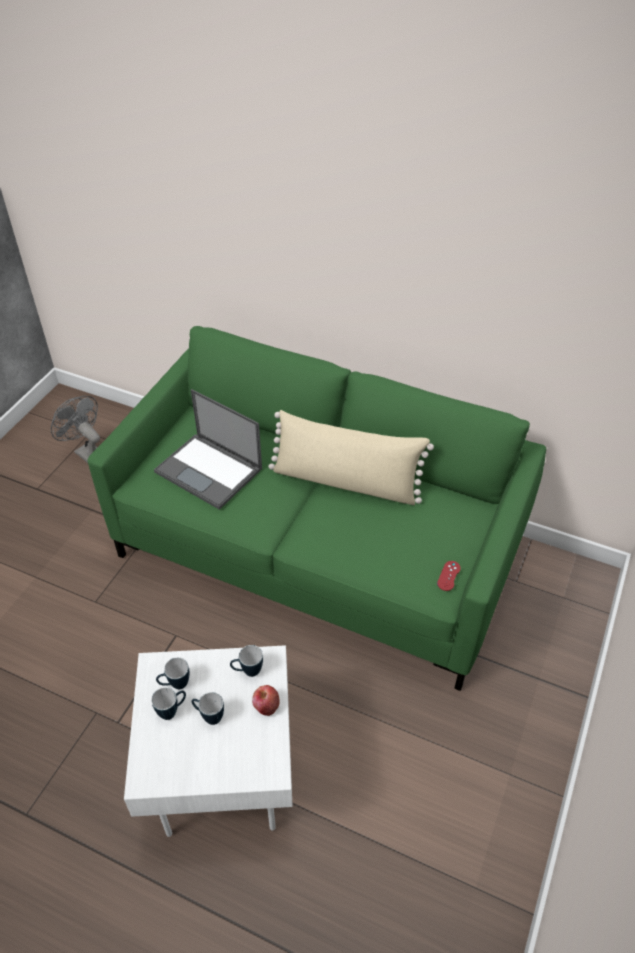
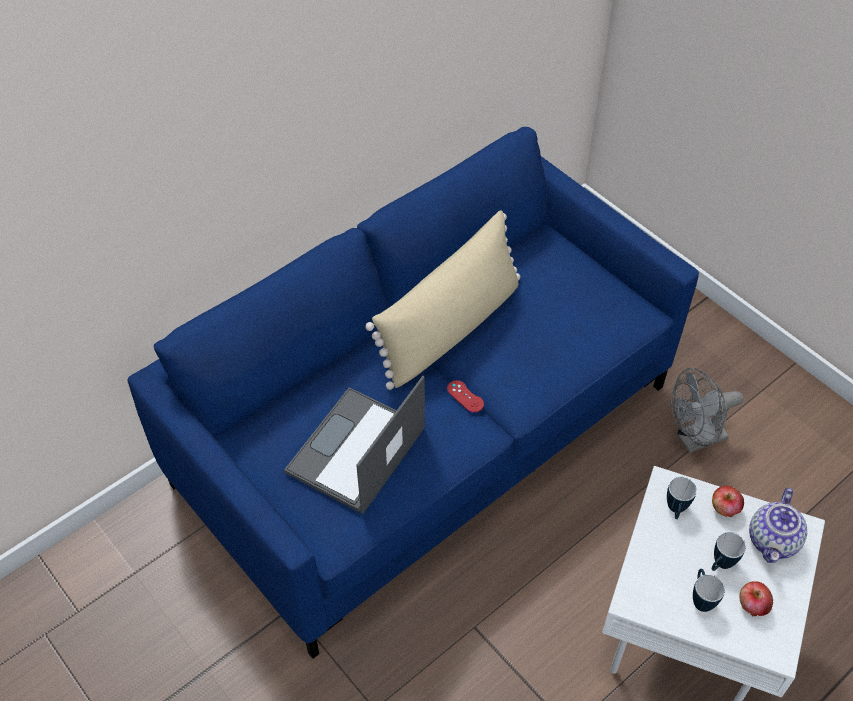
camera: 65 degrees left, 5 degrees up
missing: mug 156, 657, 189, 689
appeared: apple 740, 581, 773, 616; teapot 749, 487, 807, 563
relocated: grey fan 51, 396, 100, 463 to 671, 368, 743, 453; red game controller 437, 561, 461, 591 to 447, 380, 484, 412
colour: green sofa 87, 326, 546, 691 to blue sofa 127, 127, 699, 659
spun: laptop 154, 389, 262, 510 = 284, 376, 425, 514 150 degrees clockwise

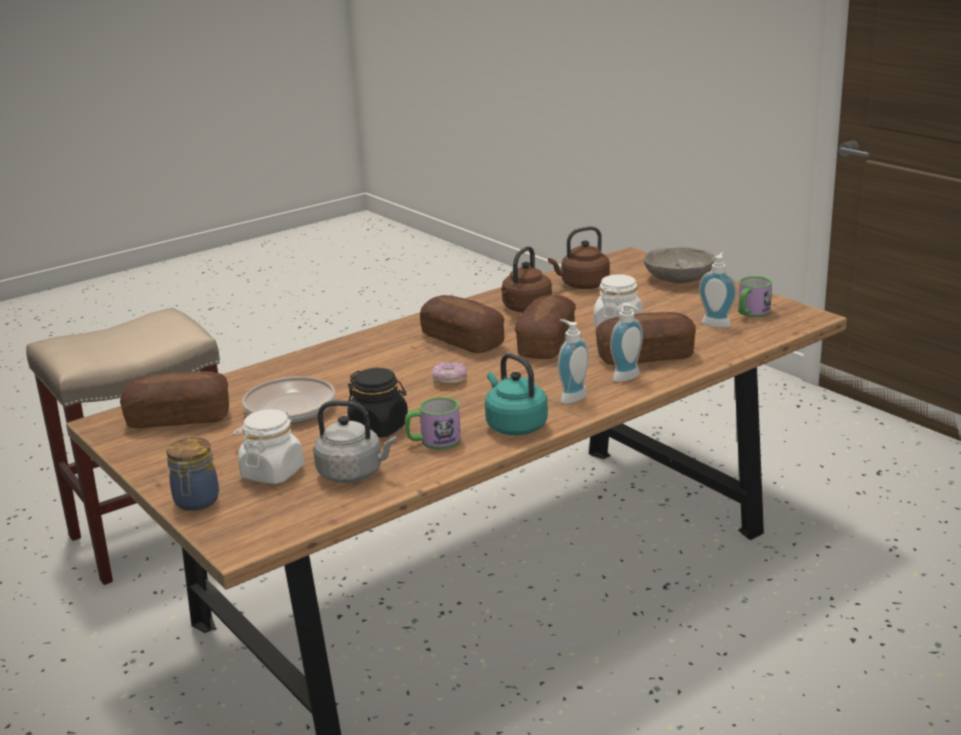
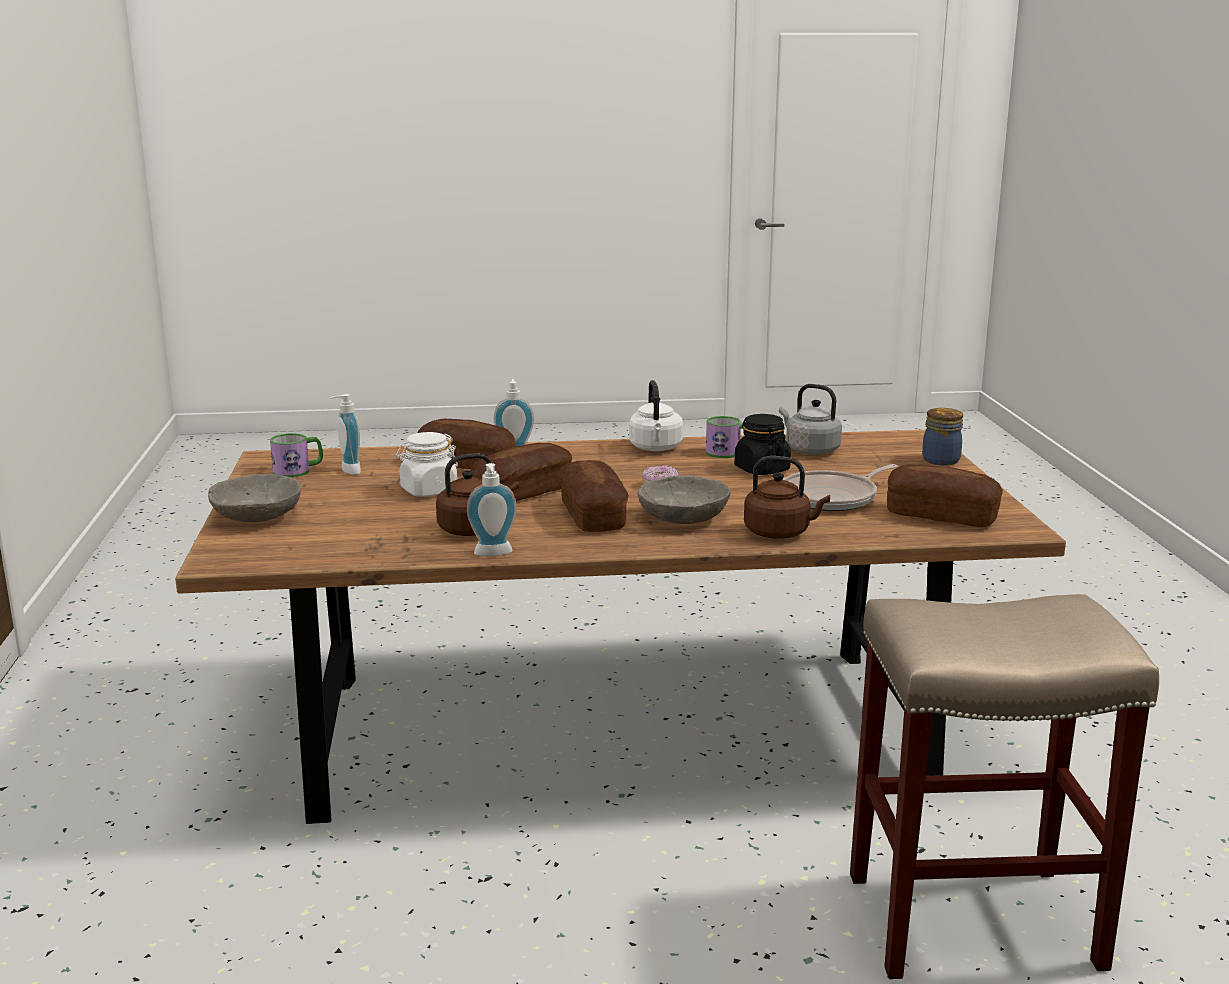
camera: 150 degrees left, 5 degrees down
missing: white jar 238, 409, 304, 484
appeared: grey bowl 637, 475, 731, 524
relocated: brown kettle 548, 226, 610, 289 to 744, 456, 830, 539; soap dispenser 558, 319, 589, 404 to 467, 463, 517, 556
colour: turquoise kettle 485, 353, 548, 435 to white kettle 629, 380, 683, 451

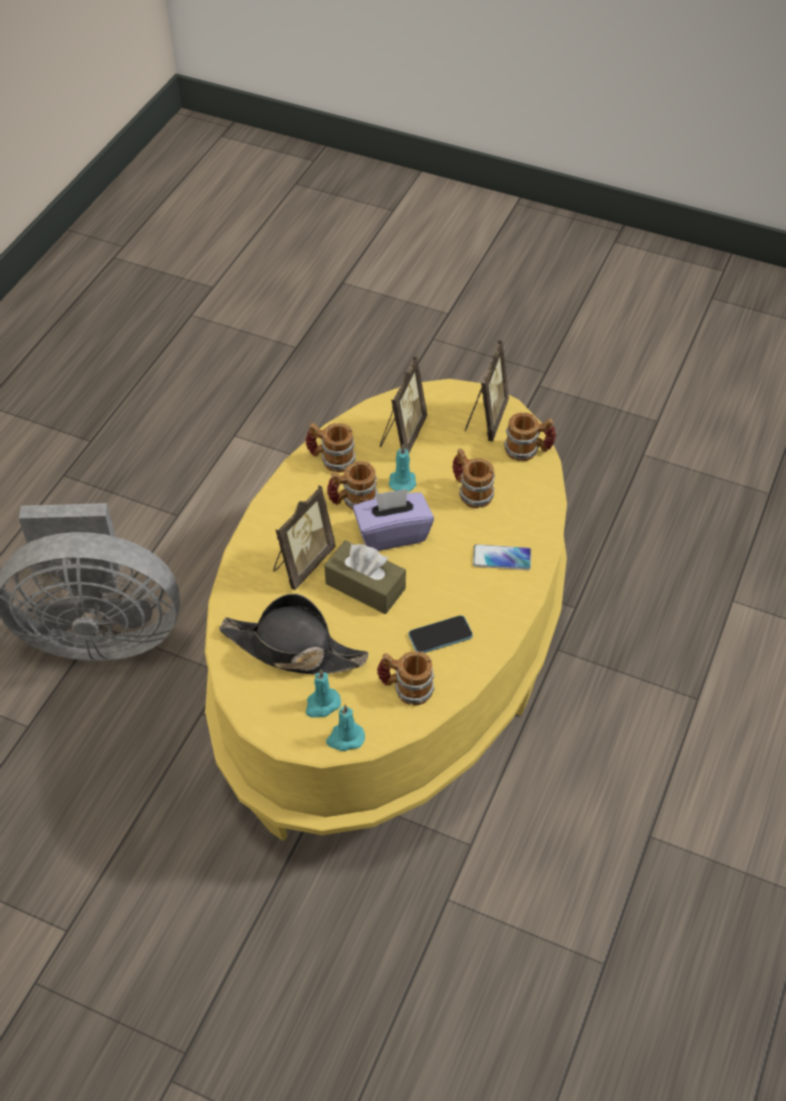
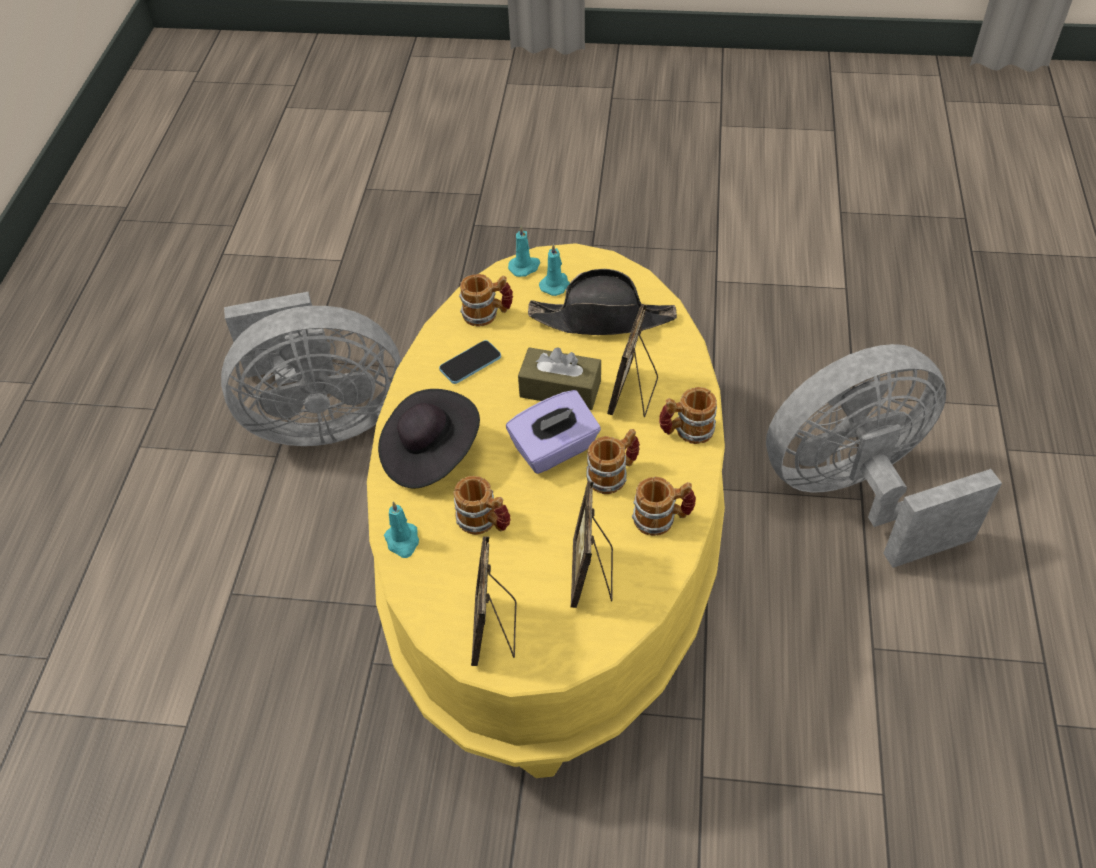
camera: 165 degrees right, 0 degrees up
appeared: grey fan 221, 292, 401, 446
relocated: turquoise candle 389, 445, 416, 492 to 384, 501, 419, 558; mug 504, 413, 556, 461 to 659, 387, 717, 444
exchanged: phone 473, 544, 531, 570 to black hat 378, 389, 480, 488

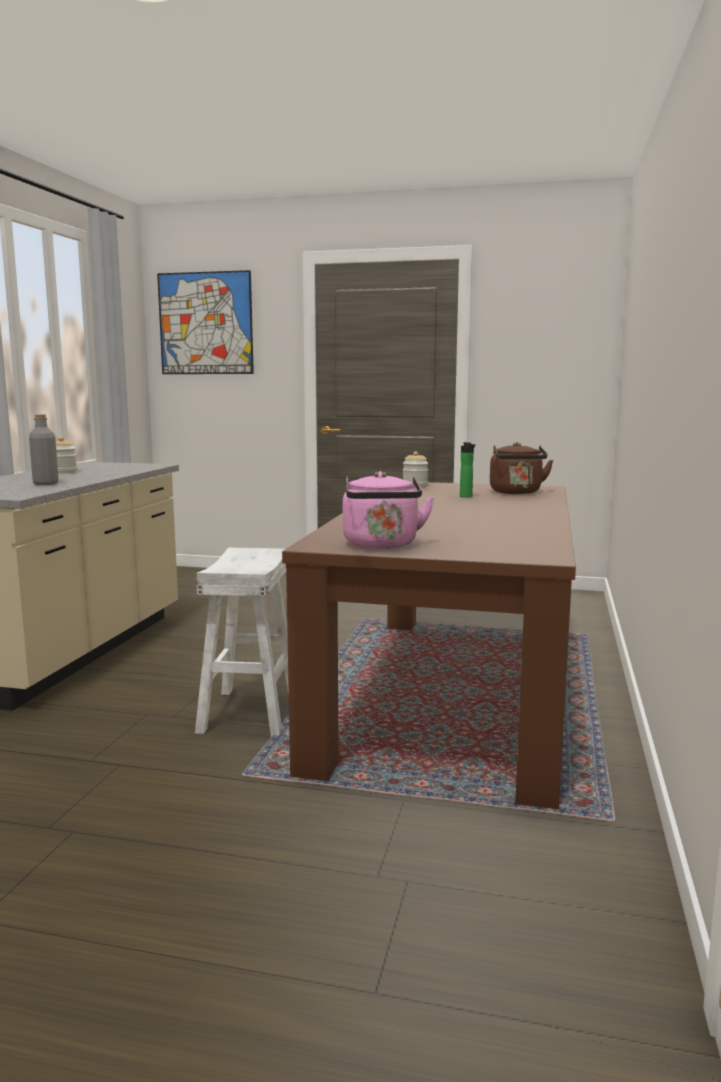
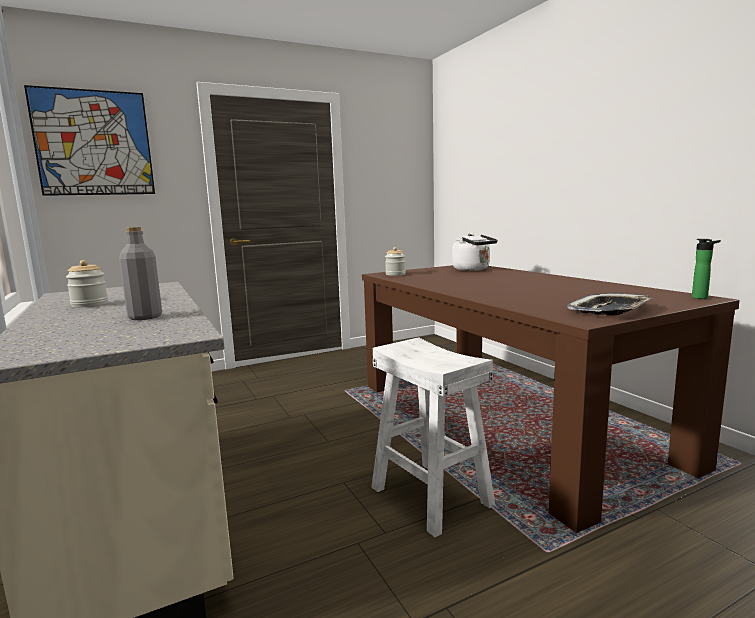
camera: 40 degrees left, 0 degrees up
relocated: bottle 460, 442, 475, 498 to 692, 239, 721, 299
exchanged: pink kettle 343, 471, 434, 549 to tray 567, 293, 653, 316
colour: brown kettle 490, 442, 553, 494 to white kettle 452, 233, 498, 271

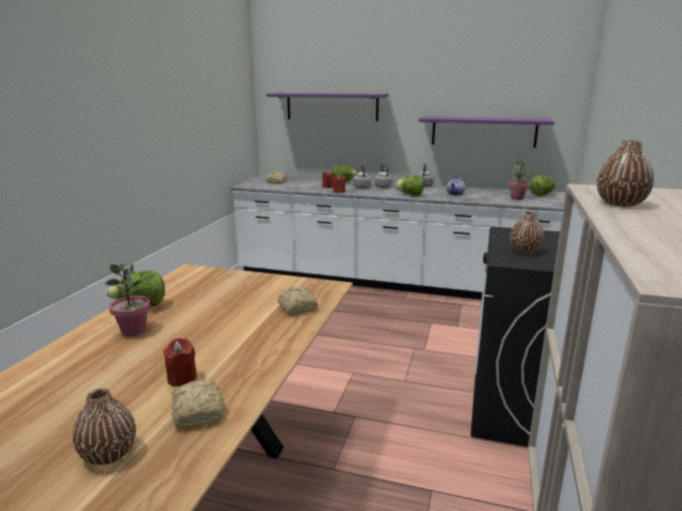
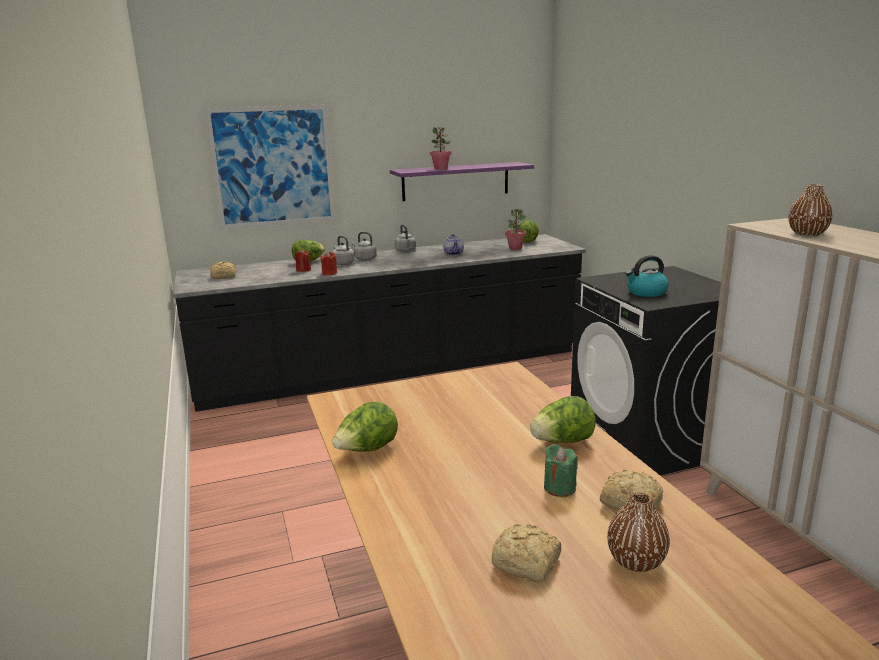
camera: 35 degrees left, 0 degrees up
relocated: potted plant 105, 263, 151, 336 to 430, 127, 451, 170; bread 278, 287, 318, 315 to 491, 524, 561, 583; lettuce 395, 175, 424, 195 to 530, 396, 596, 443
exchanged: purple shelf 266, 93, 389, 121 to picture 205, 105, 335, 230; brown vase 510, 211, 544, 254 to kettle 625, 255, 669, 297
colour: red candle 163, 338, 197, 387 to green candle 544, 444, 578, 497; white counter 230, 175, 566, 300 to black counter 173, 234, 586, 412

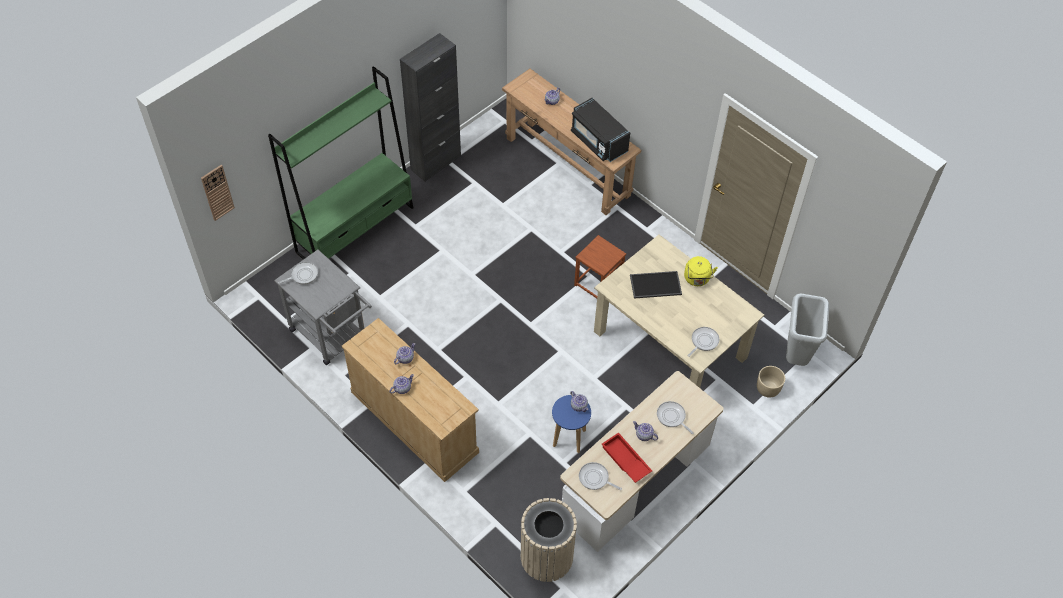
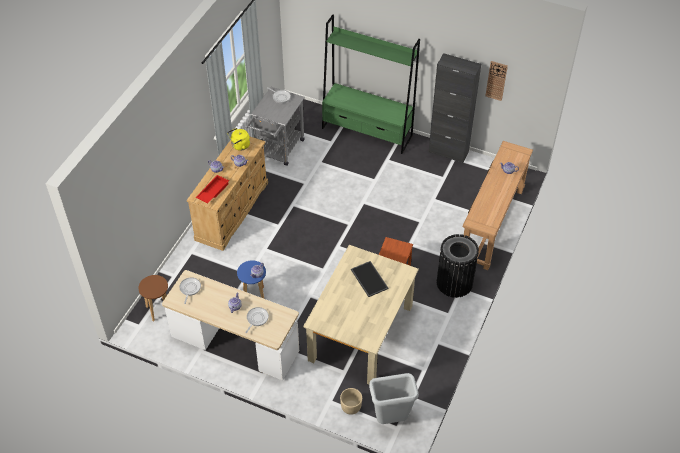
camera: 70 degrees right, 5 degrees down
missing: black microwave 571, 98, 630, 162; frying pan 687, 327, 719, 357
appeared: black trash can 437, 234, 479, 298
relocated: wall clock 201, 165, 235, 221 to 485, 61, 508, 101; red tray 602, 433, 652, 483 to 196, 175, 229, 204; yellow kettle 684, 256, 718, 286 to 227, 128, 250, 151
exchanged: beige trash can 521, 498, 577, 582 to brown stool 138, 275, 168, 321

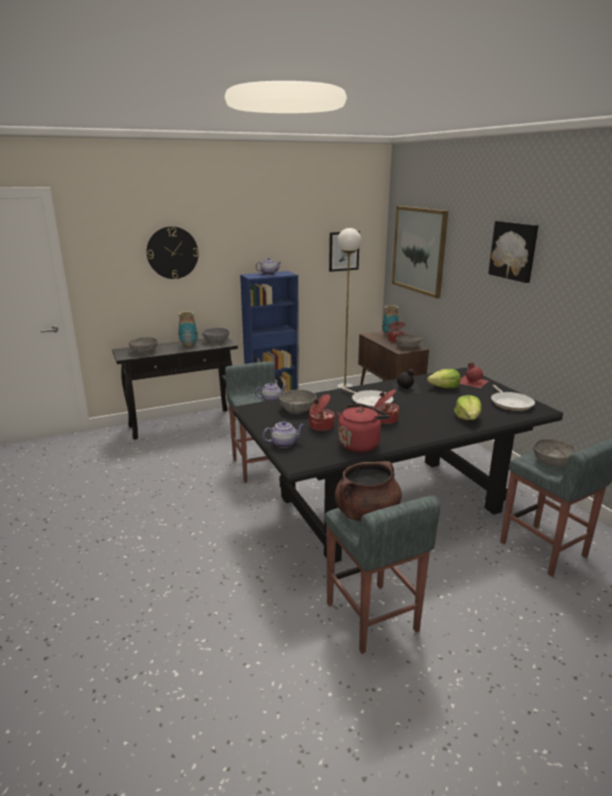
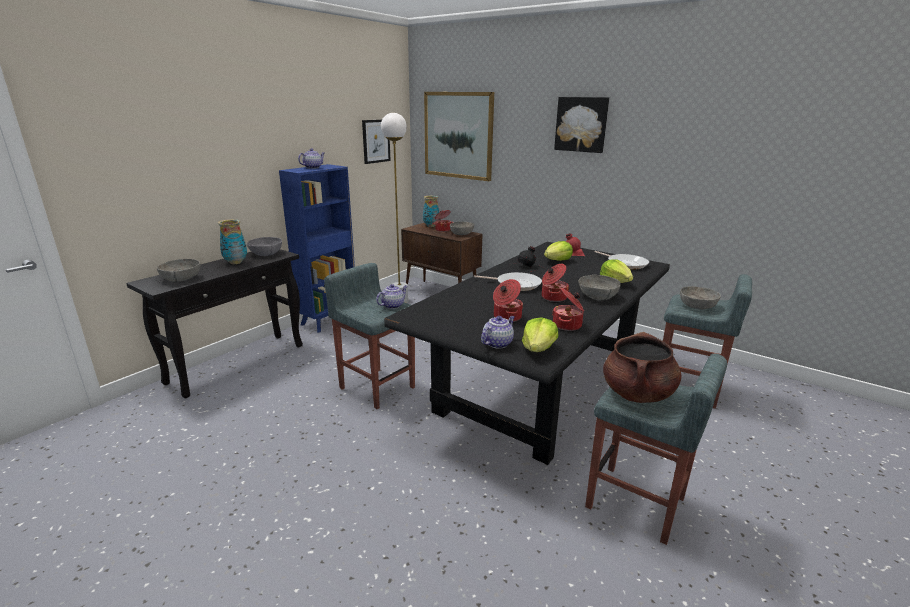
camera: 30 degrees left, 0 degrees up
missing: wall clock 147, 226, 198, 279
appeared: lettuce 522, 317, 558, 352
relocated: grey bowl 279, 390, 317, 413 to 578, 275, 621, 300
exchanged: red kettle 337, 404, 390, 453 to cooking pot 552, 288, 584, 331

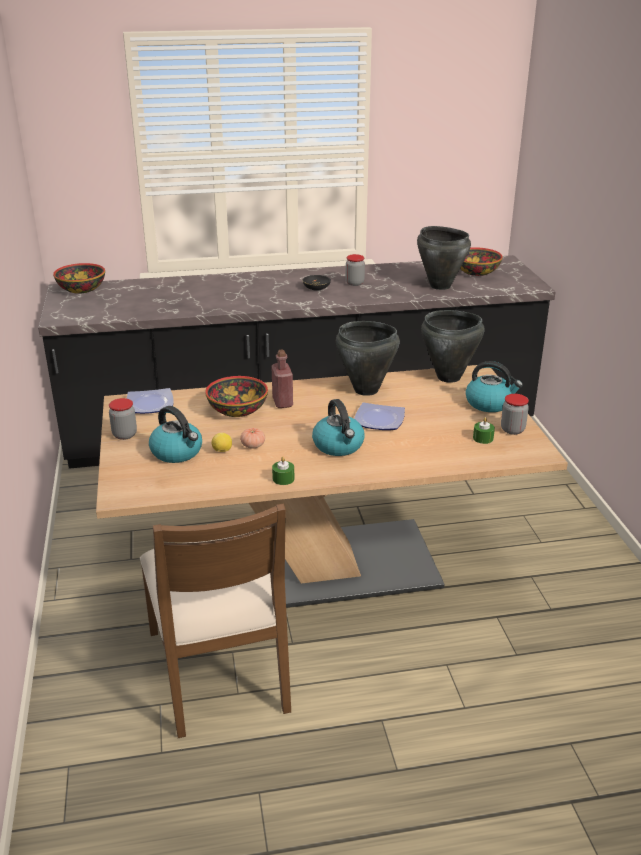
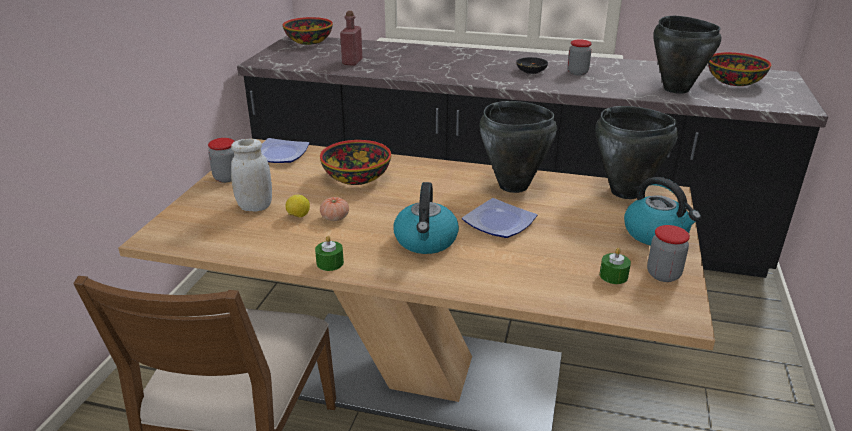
camera: 25 degrees right, 0 degrees up
relocated: red bottle 271, 349, 293, 408 to 340, 11, 362, 66
exchanged: kettle 149, 406, 202, 463 to white jar 231, 139, 272, 212

